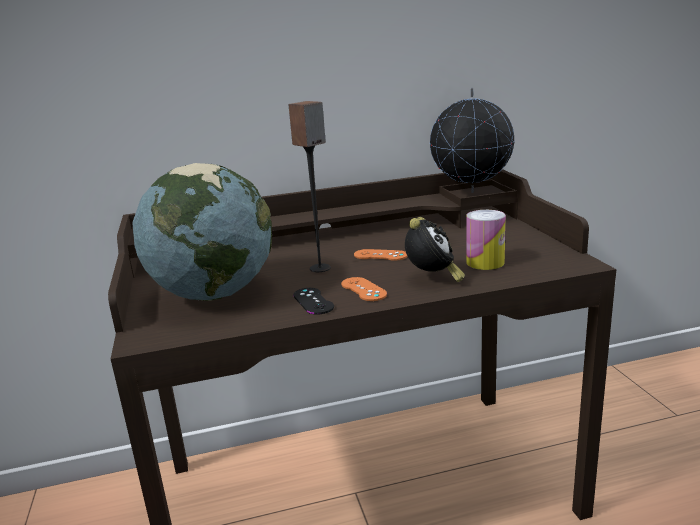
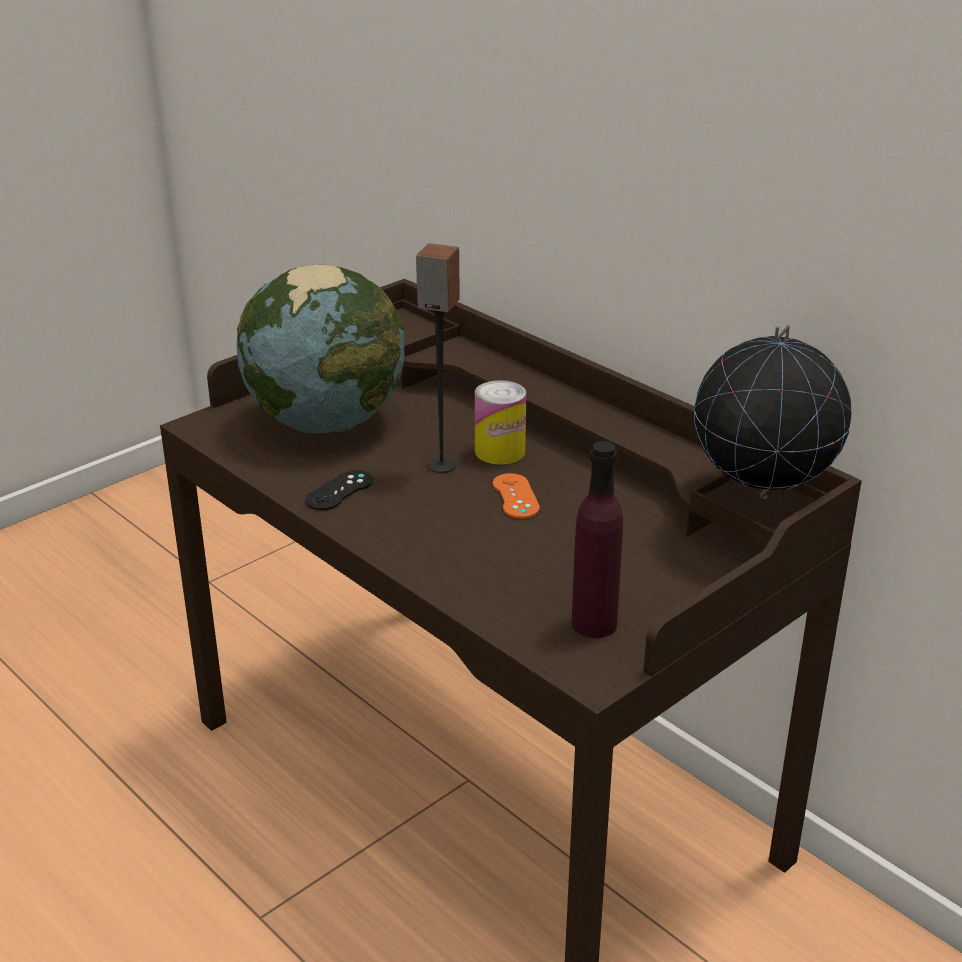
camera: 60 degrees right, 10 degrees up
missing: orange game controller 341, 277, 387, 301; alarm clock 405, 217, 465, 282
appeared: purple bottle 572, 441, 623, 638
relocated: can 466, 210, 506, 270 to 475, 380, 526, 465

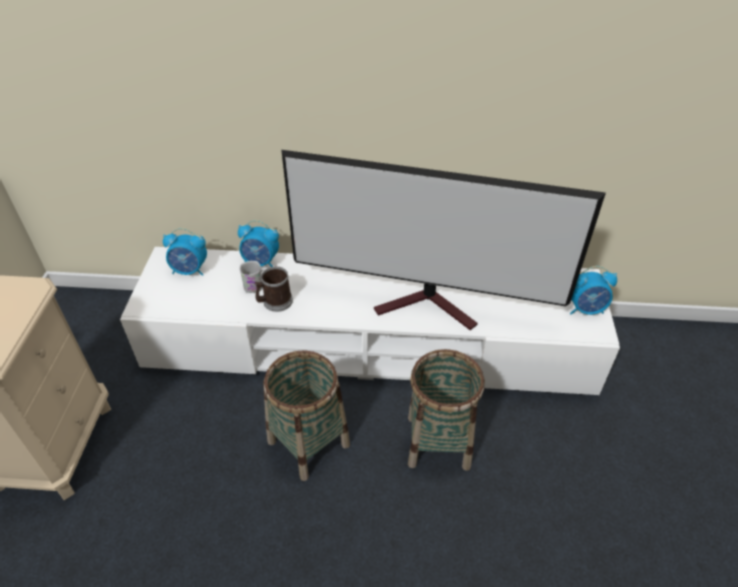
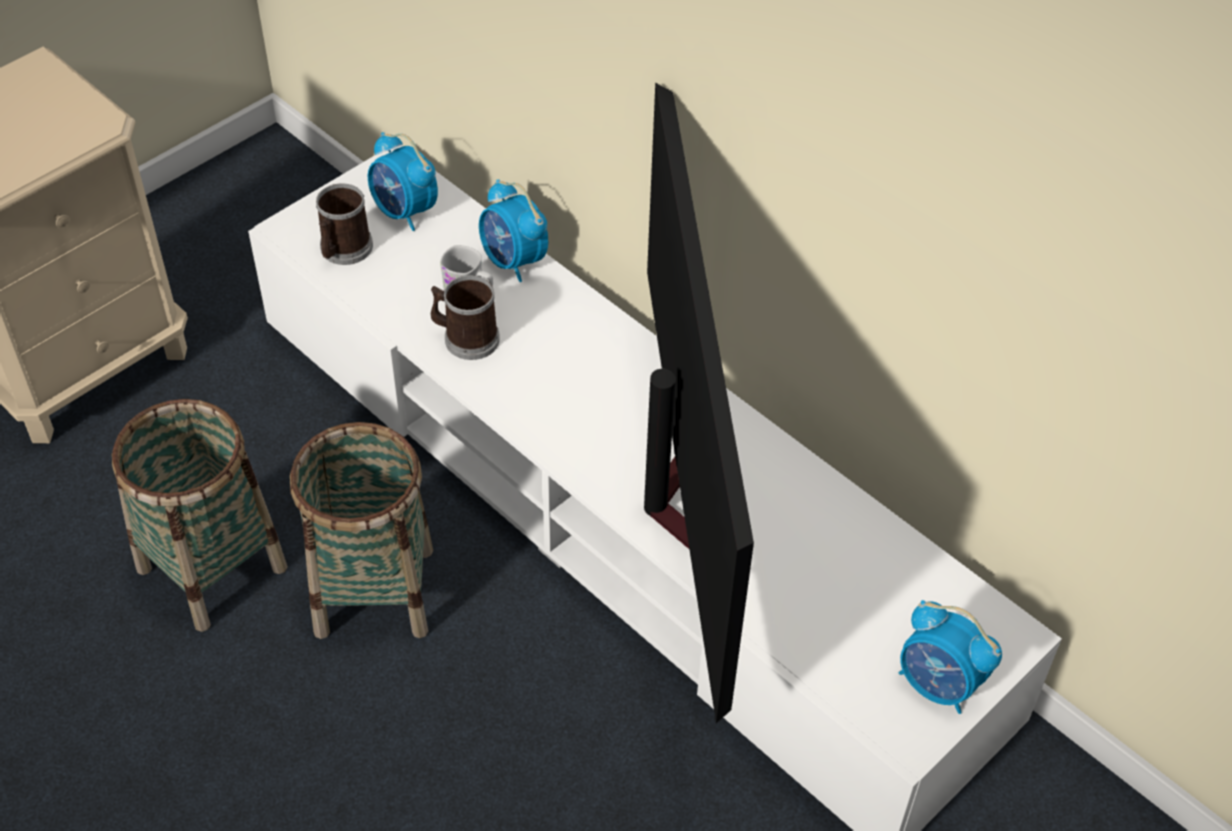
camera: 40 degrees right, 5 degrees up
appeared: mug 316, 183, 373, 265
relocated: basket 408, 349, 485, 471 to 111, 399, 288, 632
spun: television 281, 150, 606, 330 = 644, 83, 754, 723 150 degrees counterclockwise

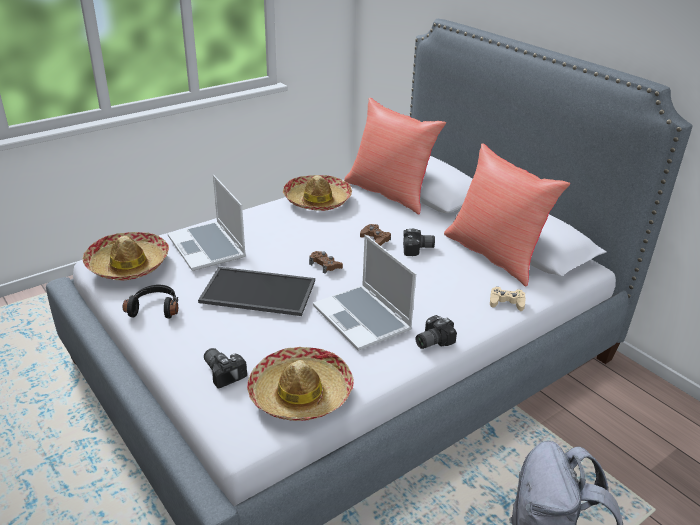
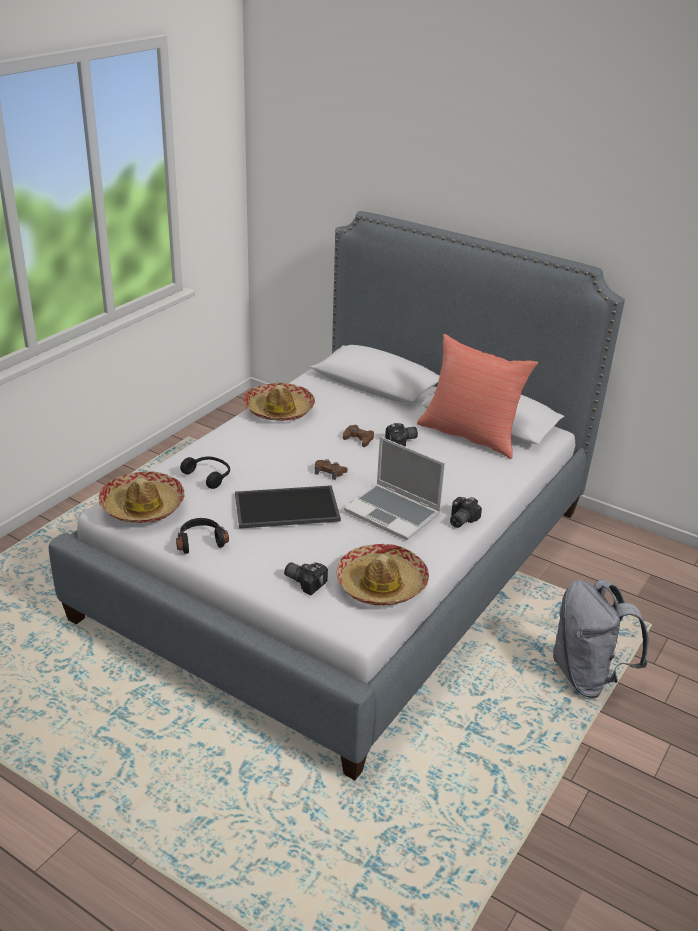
camera: 20 degrees left, 0 degrees up
missing: red pillow 344, 98, 446, 214; beige game controller 490, 287, 526, 311
exchanged: laptop 167, 175, 246, 271 to black headphones 180, 456, 230, 489

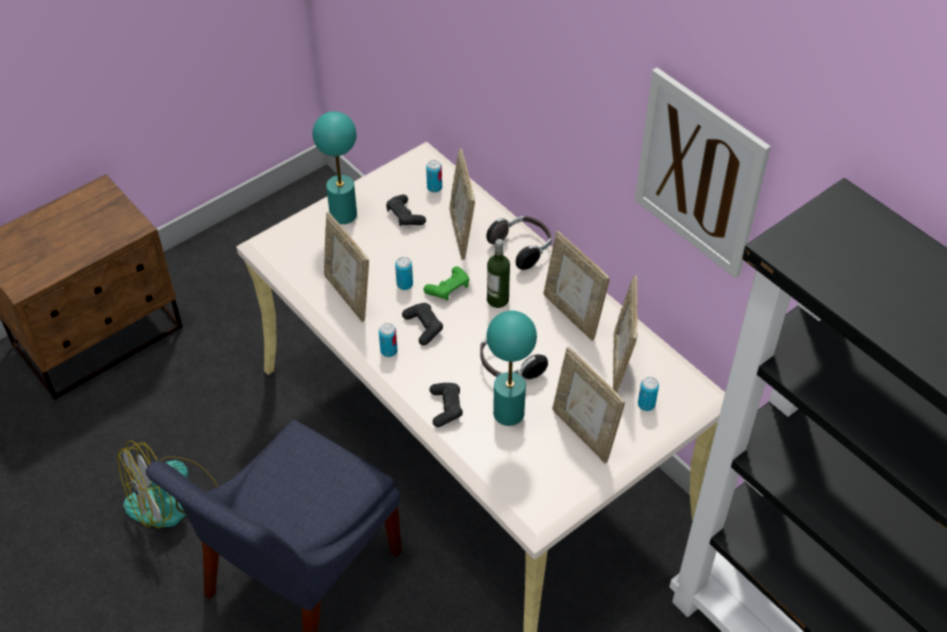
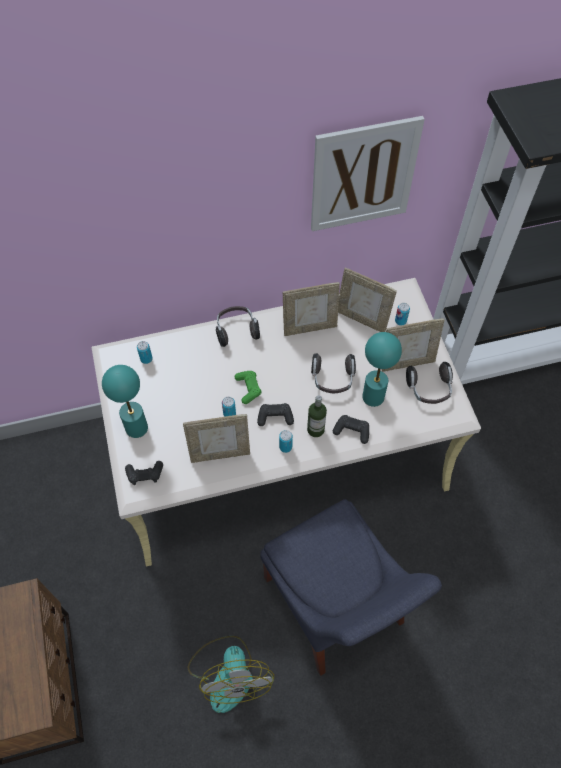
camera: 65 degrees left, 10 degrees up
missing: picture frame 449, 149, 475, 260
appeared: headphones 406, 362, 453, 404
relocated: black game controller 386, 194, 426, 227 to 125, 461, 163, 485; bottle 487, 239, 510, 308 to 307, 395, 327, 437

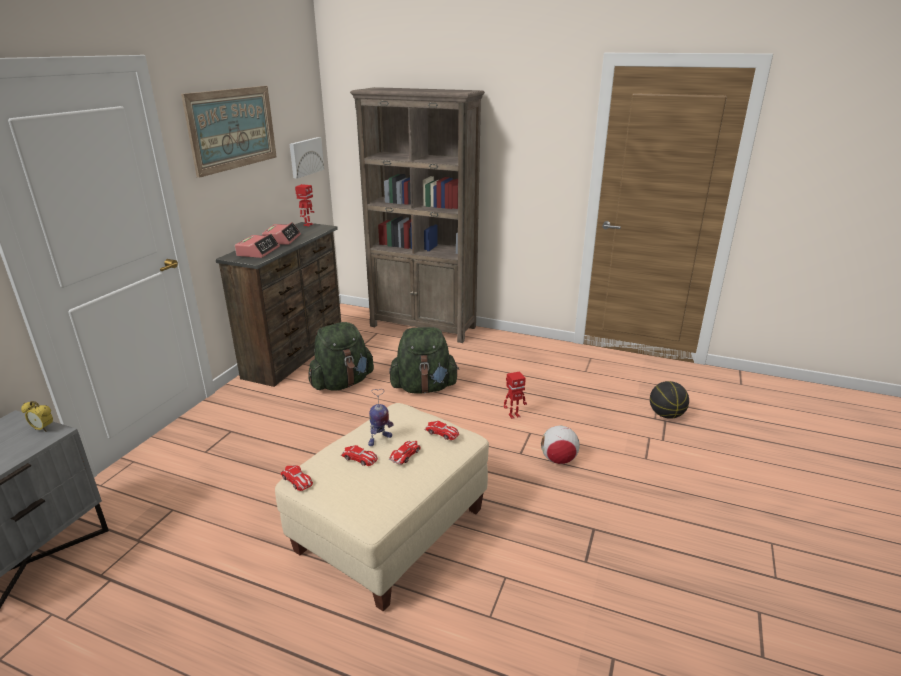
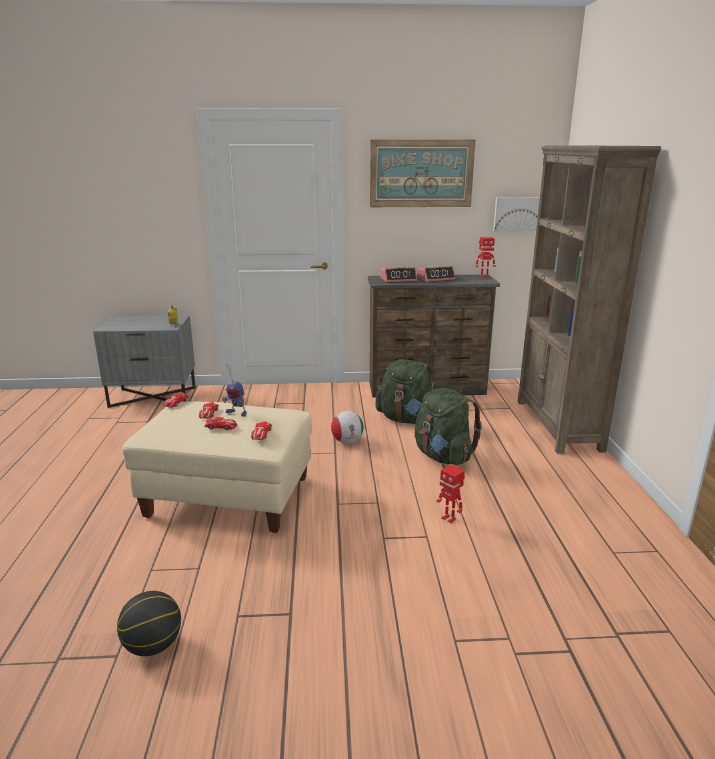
camera: 65 degrees right, 5 degrees down
relocated: football 541, 425, 580, 464 to 331, 411, 364, 443; basketball 650, 381, 689, 419 to 117, 591, 181, 656

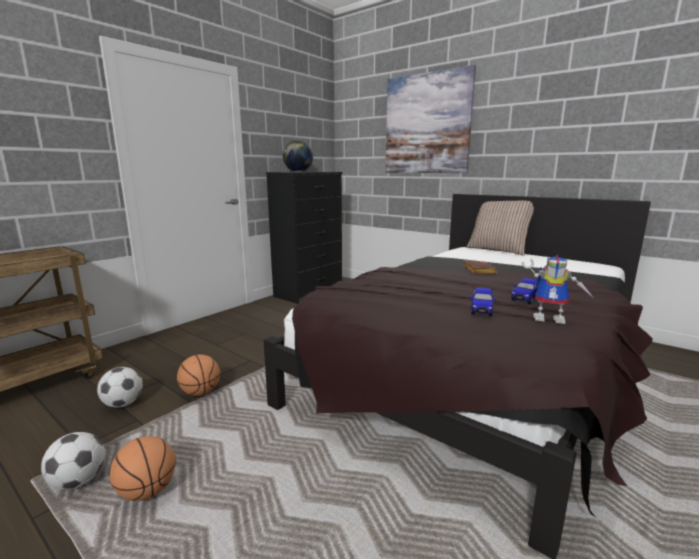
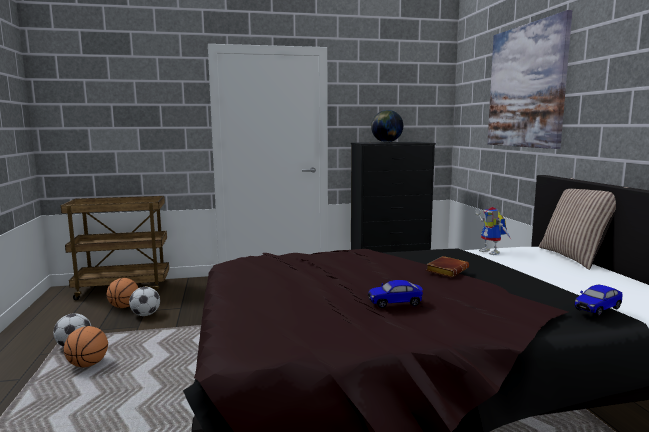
camera: 40 degrees right, 5 degrees down
relocated: basketball 177, 355, 220, 396 to 106, 278, 138, 308; toy car 470, 287, 496, 316 to 575, 285, 622, 317; toy robot 522, 254, 594, 324 to 475, 207, 512, 255

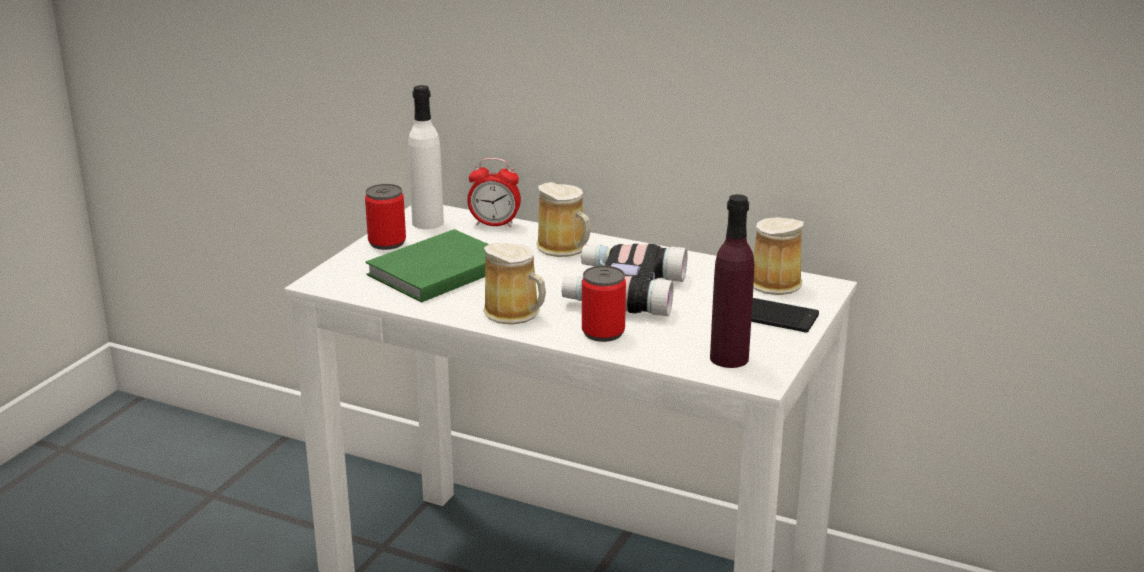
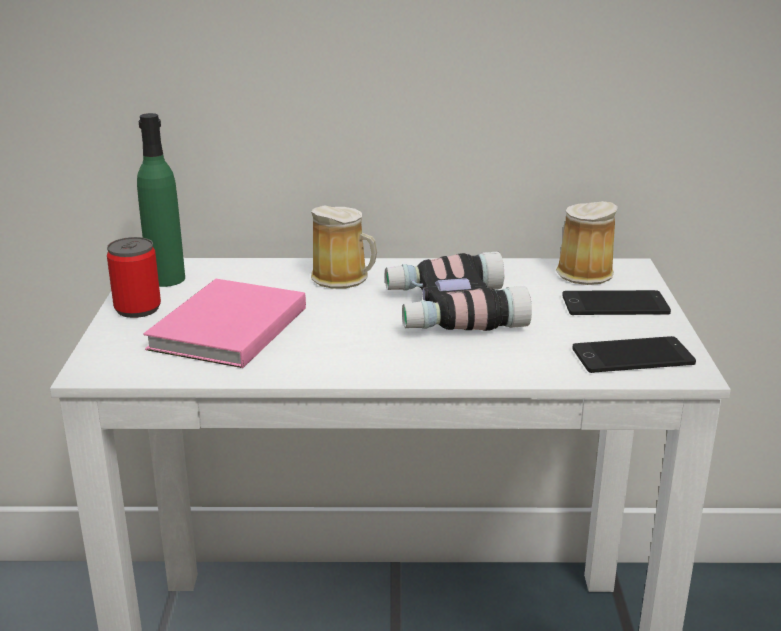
camera: 25 degrees left, 0 degrees up
missing: alarm clock 467, 158, 521, 227; mug 483, 242, 546, 325; can 582, 266, 626, 342
exchanged: purple bottle 710, 194, 754, 368 to phone 572, 336, 696, 373
colour: green book 366, 229, 489, 302 to pink book 143, 279, 306, 368; white bottle 408, 85, 444, 229 to green bottle 137, 113, 185, 287

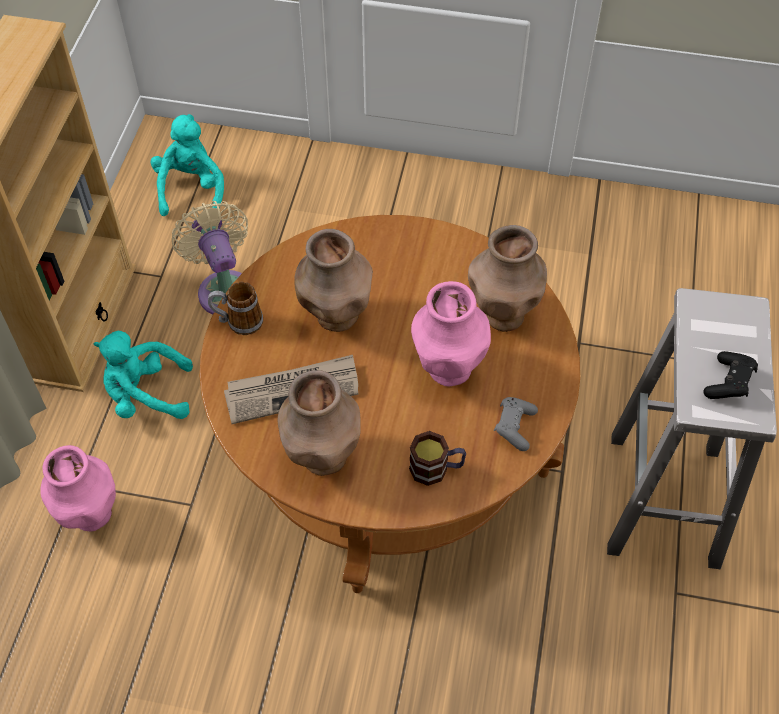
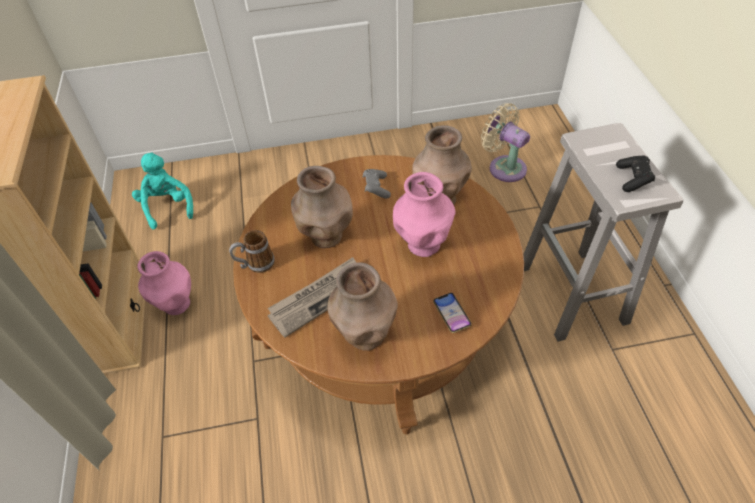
camera: 20 degrees left, 5 degrees down
missing: turquoise plush toy 94, 331, 193, 419
relocated: pink vase 40, 445, 116, 532 to 137, 251, 191, 315; beige fan 172, 201, 248, 314 to 481, 103, 530, 182; grey game controller 494, 397, 538, 451 to 363, 169, 391, 199
exchanged: mug 409, 431, 466, 486 to phone 433, 293, 472, 333

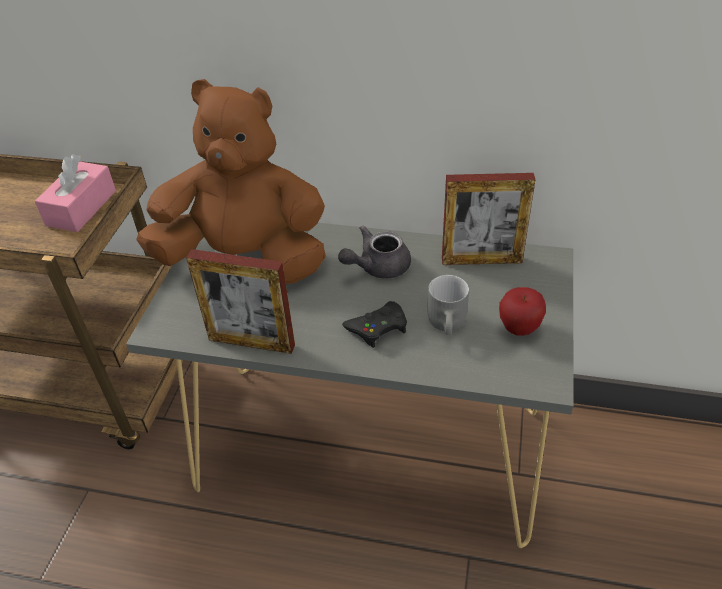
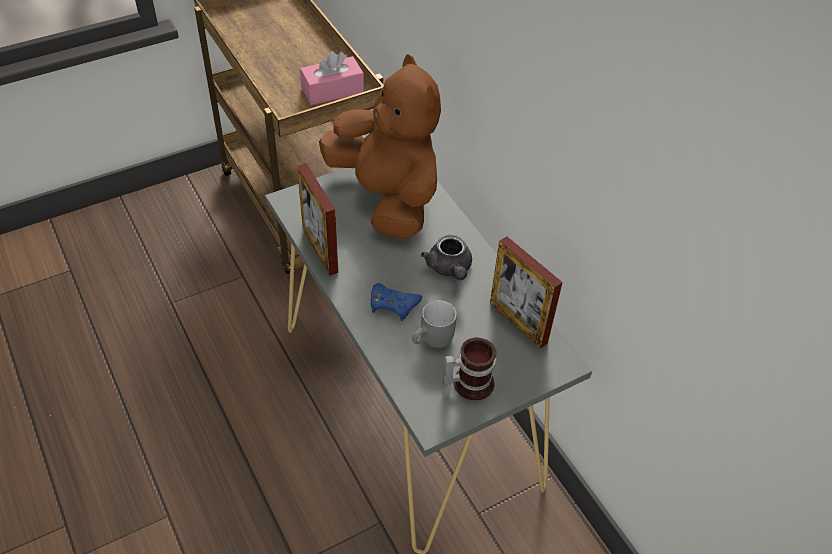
camera: 45 degrees right, 5 degrees up
exchanged: apple 499, 287, 546, 336 to mug 443, 337, 496, 400
colour: black game controller 342, 301, 407, 348 to blue game controller 371, 283, 423, 321
spun: grey teapot 338, 225, 411, 279 = 421, 235, 472, 280 120 degrees counterclockwise

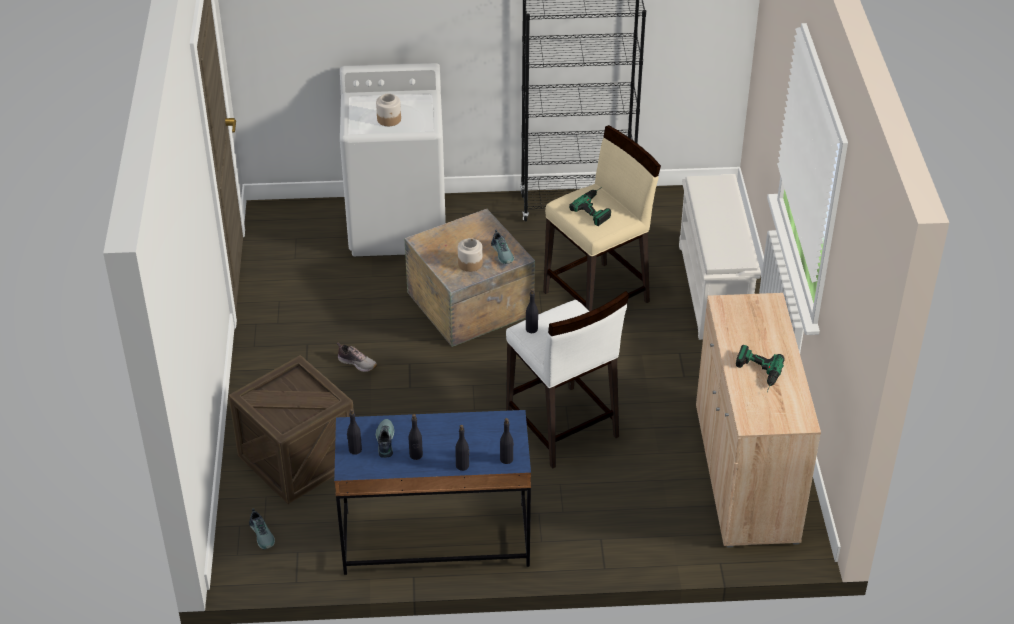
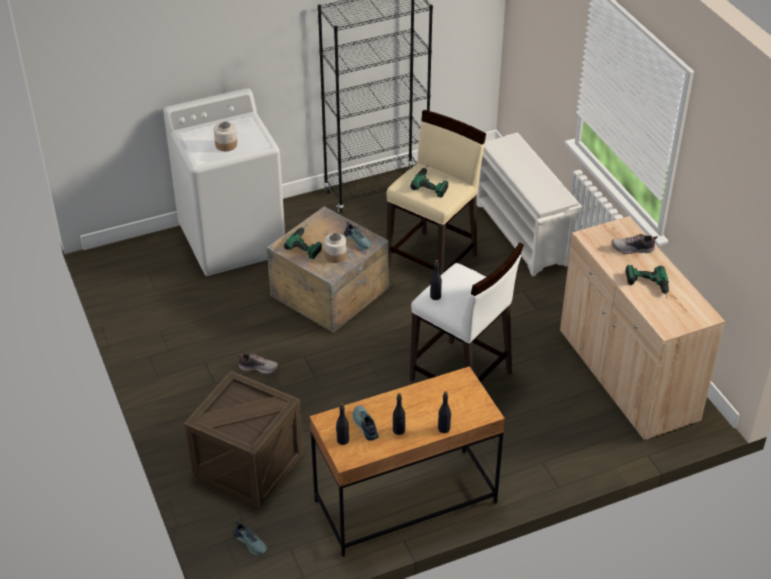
camera: 20 degrees left, 0 degrees up
missing: black bottle 500, 418, 514, 464
appeared: power drill 284, 228, 322, 259; shoe 612, 234, 658, 254
colour: blue desk 334, 410, 531, 575 to brown desk 310, 366, 505, 557

